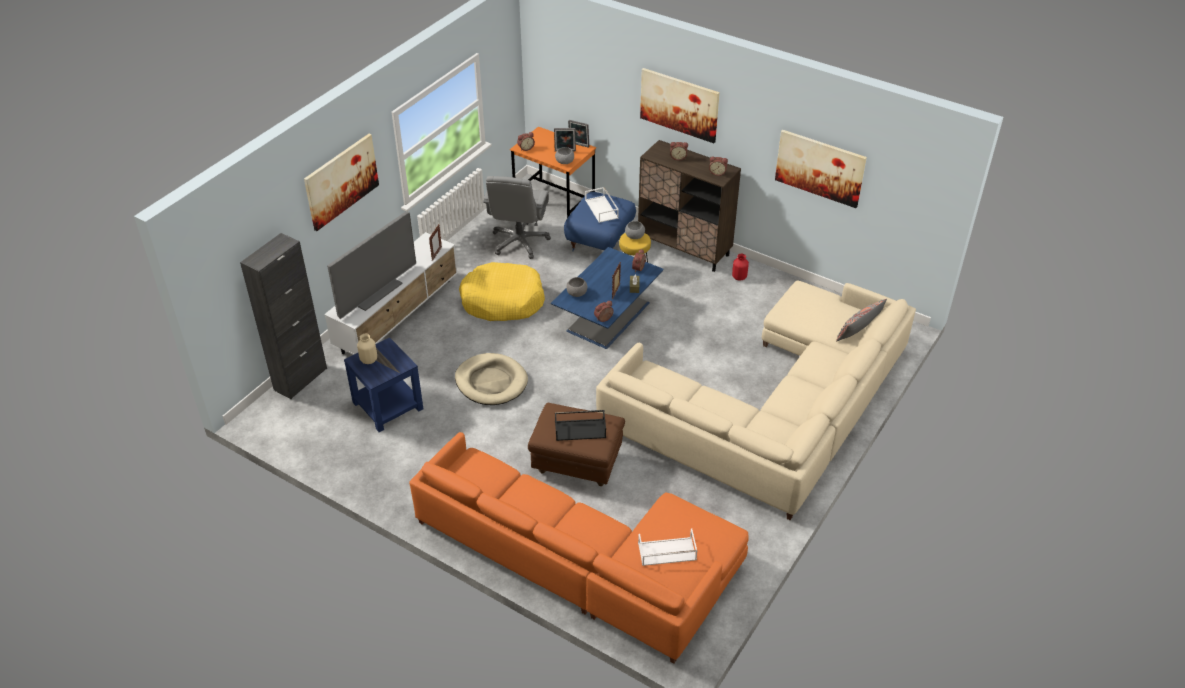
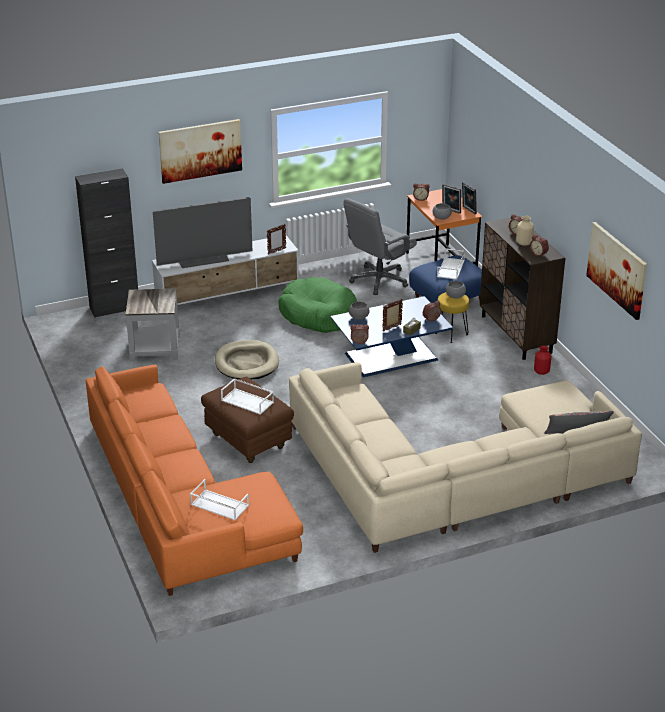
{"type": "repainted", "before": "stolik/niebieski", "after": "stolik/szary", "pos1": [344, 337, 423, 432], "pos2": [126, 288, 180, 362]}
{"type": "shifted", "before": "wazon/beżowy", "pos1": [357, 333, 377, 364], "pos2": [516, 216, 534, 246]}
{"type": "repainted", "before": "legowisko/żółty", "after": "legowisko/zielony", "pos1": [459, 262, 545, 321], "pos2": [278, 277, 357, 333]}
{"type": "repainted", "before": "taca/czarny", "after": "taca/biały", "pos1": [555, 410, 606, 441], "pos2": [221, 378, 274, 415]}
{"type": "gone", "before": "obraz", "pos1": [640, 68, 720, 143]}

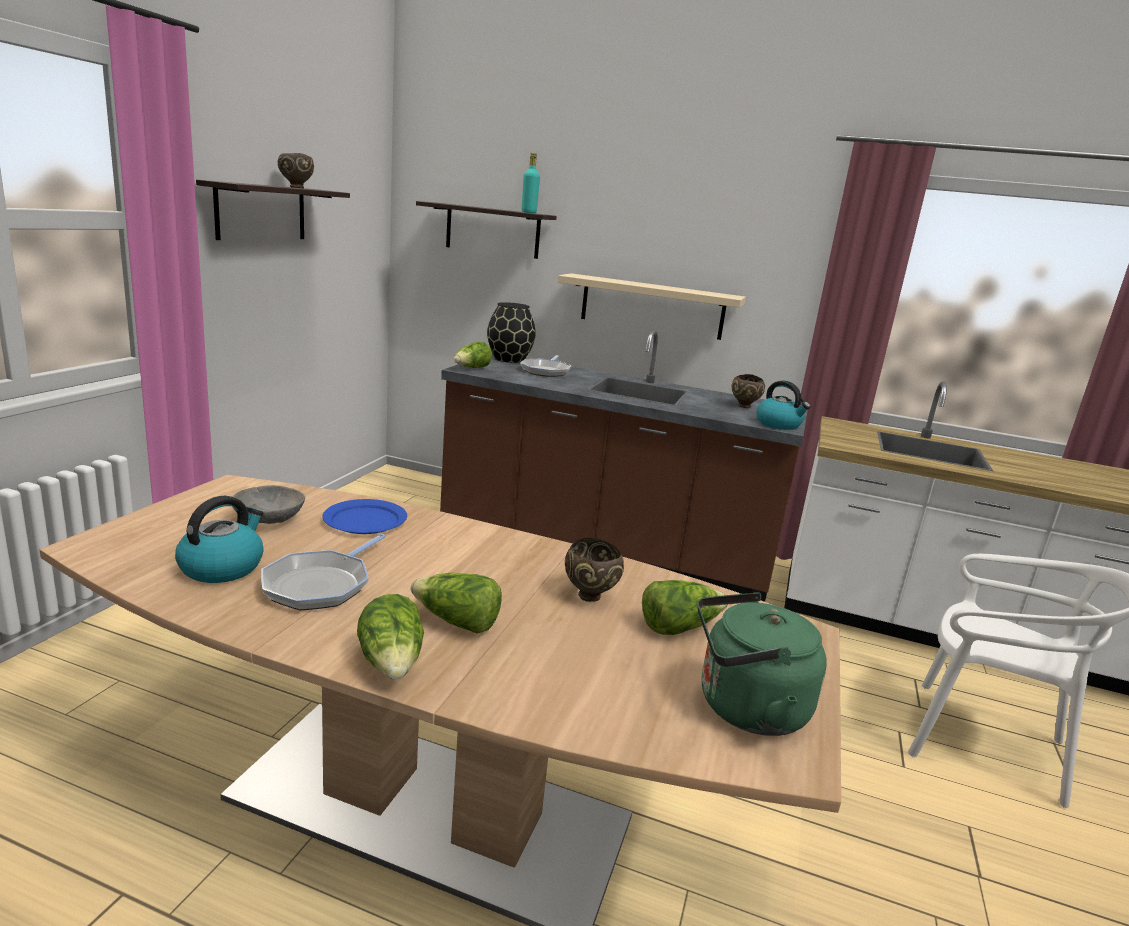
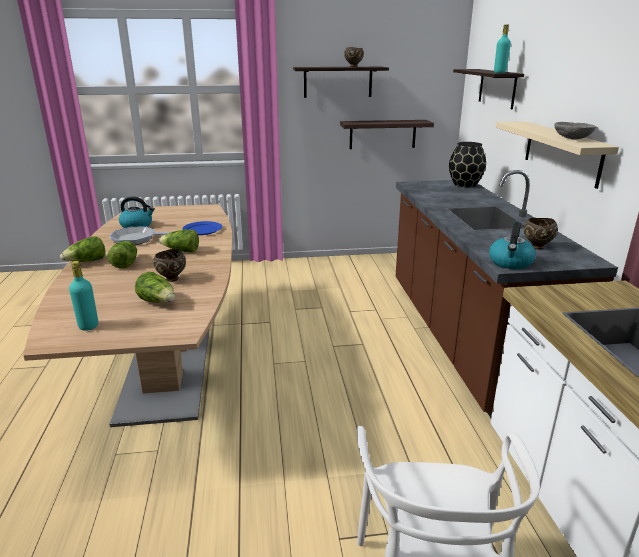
{"type": "shifted", "before": "miska/szary", "pos1": [232, 485, 305, 524], "pos2": [554, 122, 596, 140]}
{"type": "shifted", "before": "sałata", "pos1": [454, 341, 492, 368], "pos2": [159, 229, 199, 252]}
{"type": "gone", "before": "patelnia", "pos1": [520, 355, 571, 377]}
{"type": "swapped", "before": "czajnik/zielony", "after": "butelka/turkusowy", "pos1": [698, 592, 827, 736], "pos2": [69, 261, 98, 331]}
{"type": "new", "after": "półka", "pos2": [340, 120, 434, 149]}

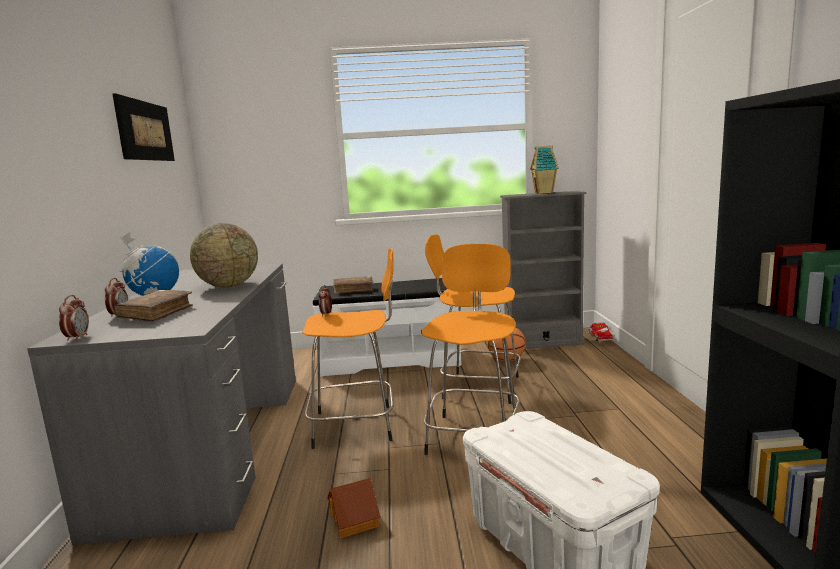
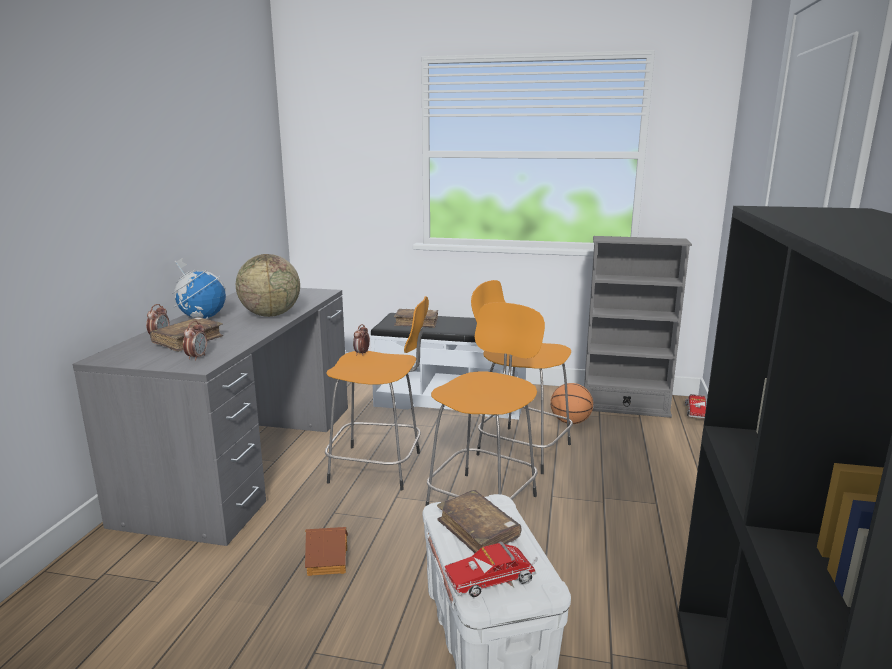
{"type": "shifted", "before": "budzik", "pos1": [59, 295, 89, 341], "pos2": [183, 321, 207, 361]}
{"type": "gone", "before": "obraz", "pos1": [112, 93, 175, 161]}
{"type": "gone", "before": "domek", "pos1": [530, 145, 558, 194]}
{"type": "new", "after": "książka/brązowy", "pos2": [437, 490, 521, 553]}
{"type": "new", "after": "ciężarówka zabawkowa", "pos2": [444, 541, 538, 597]}

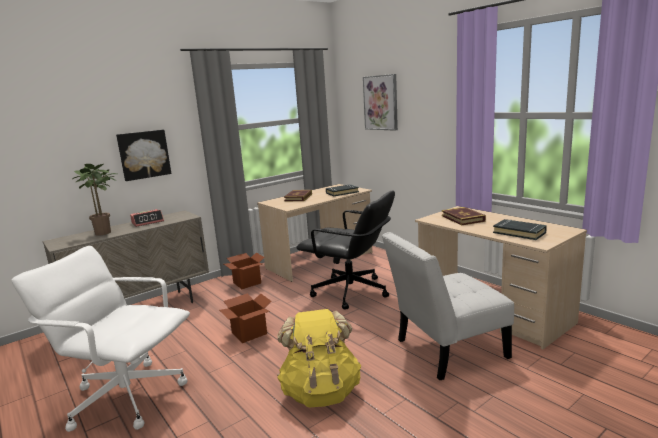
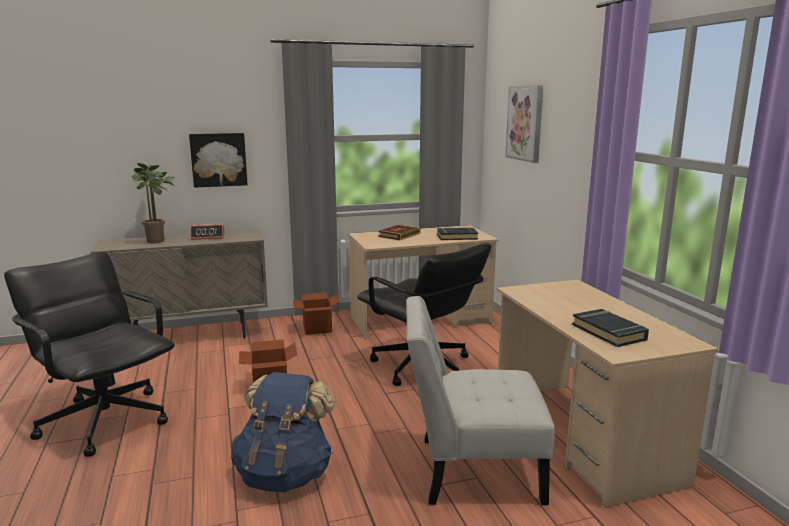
{"type": "repainted", "before": "krzesło biurowe/biały", "after": "krzesło biurowe/czarny", "pos1": [12, 246, 190, 432], "pos2": [4, 252, 175, 457]}
{"type": "repainted", "before": "plecak/żółty", "after": "plecak/niebieski", "pos1": [277, 309, 361, 408], "pos2": [231, 372, 335, 492]}
{"type": "gone", "before": "książka", "pos1": [442, 207, 486, 226]}

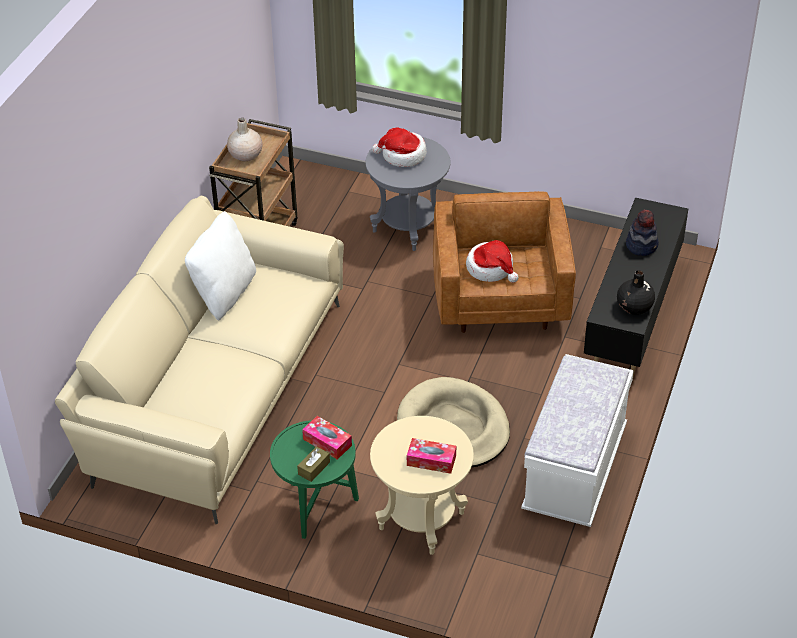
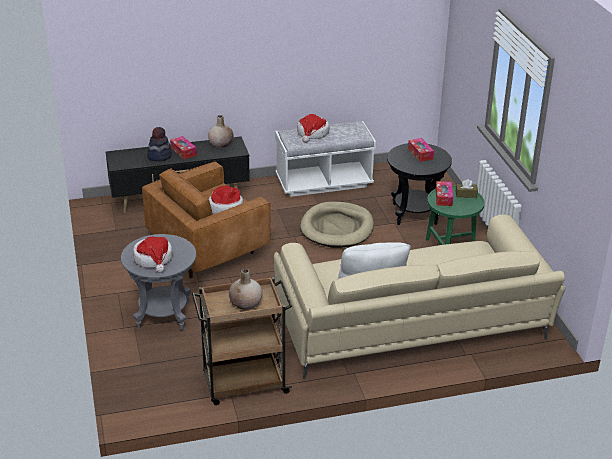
{"type": "repainted", "before": "stolik/beżowy", "after": "stolik/czarny", "pos1": [370, 416, 474, 555], "pos2": [387, 143, 452, 225]}
{"type": "repainted", "before": "wazon/czarny", "after": "wazon/beżowy", "pos1": [617, 270, 655, 315], "pos2": [208, 115, 233, 148]}
{"type": "new", "after": "pudełko chusteczek", "pos2": [170, 136, 197, 159]}
{"type": "new", "after": "kapelusz", "pos2": [297, 114, 329, 143]}

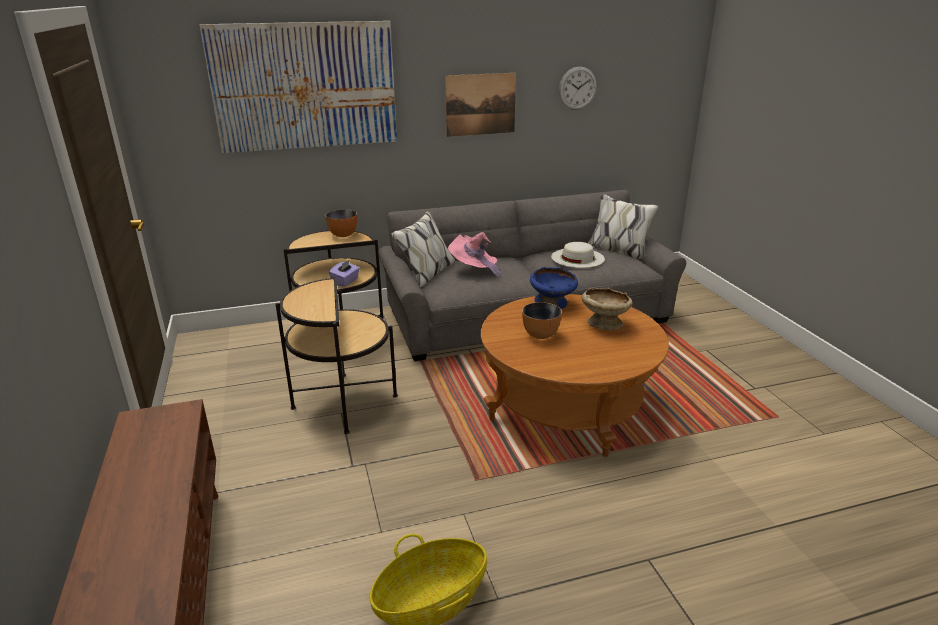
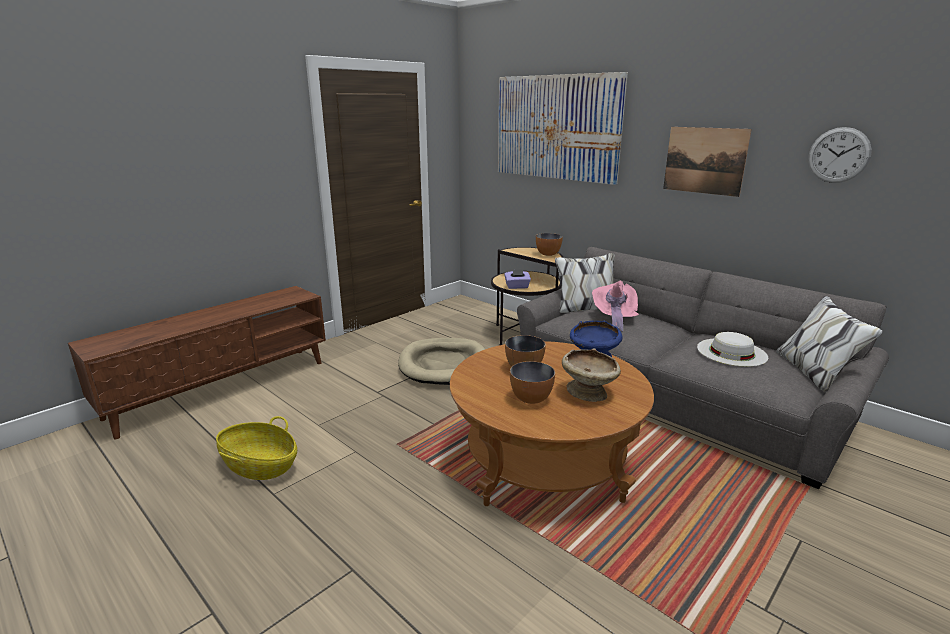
{"type": "swapped", "before": "stolik", "after": "legowisko/beżowy", "pos1": [275, 276, 398, 434], "pos2": [398, 338, 485, 385]}
{"type": "new", "after": "miska", "pos2": [510, 361, 555, 404]}

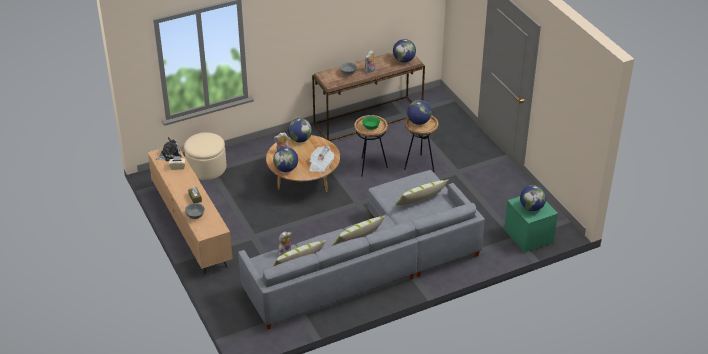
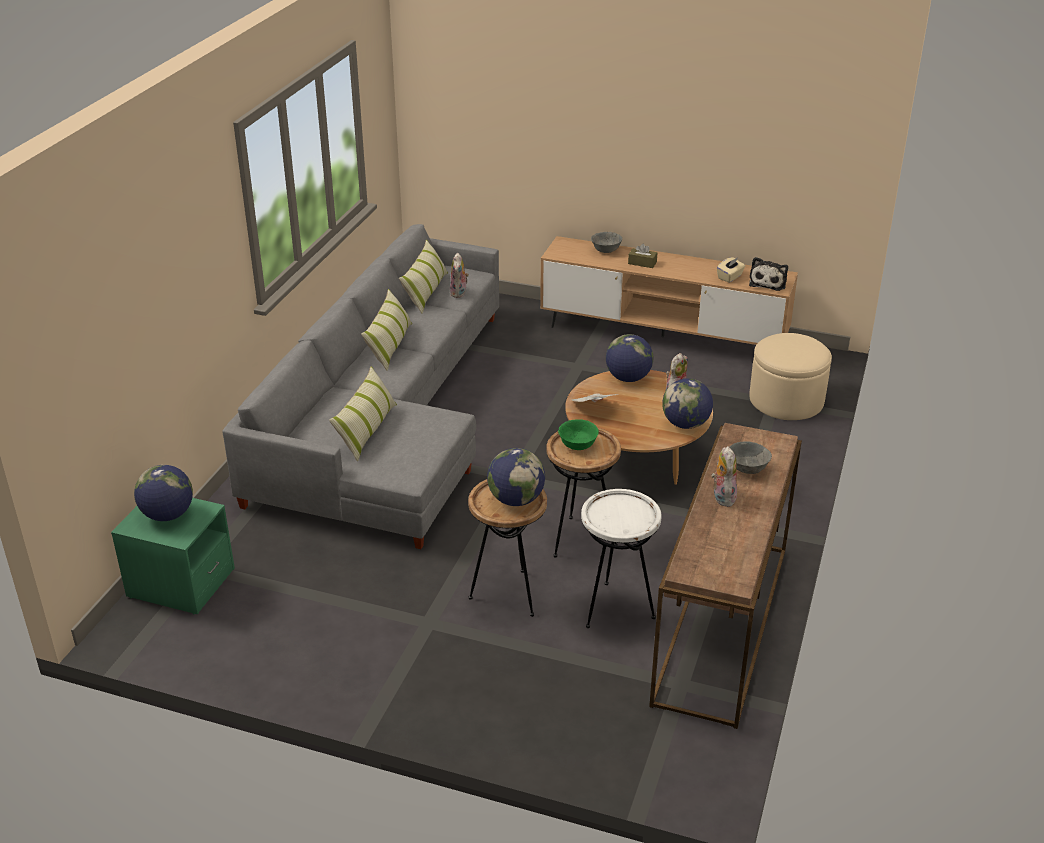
{"type": "gone", "before": "globus", "pos1": [393, 39, 416, 63]}
{"type": "new", "after": "stolik/biały", "pos2": [581, 489, 662, 628]}

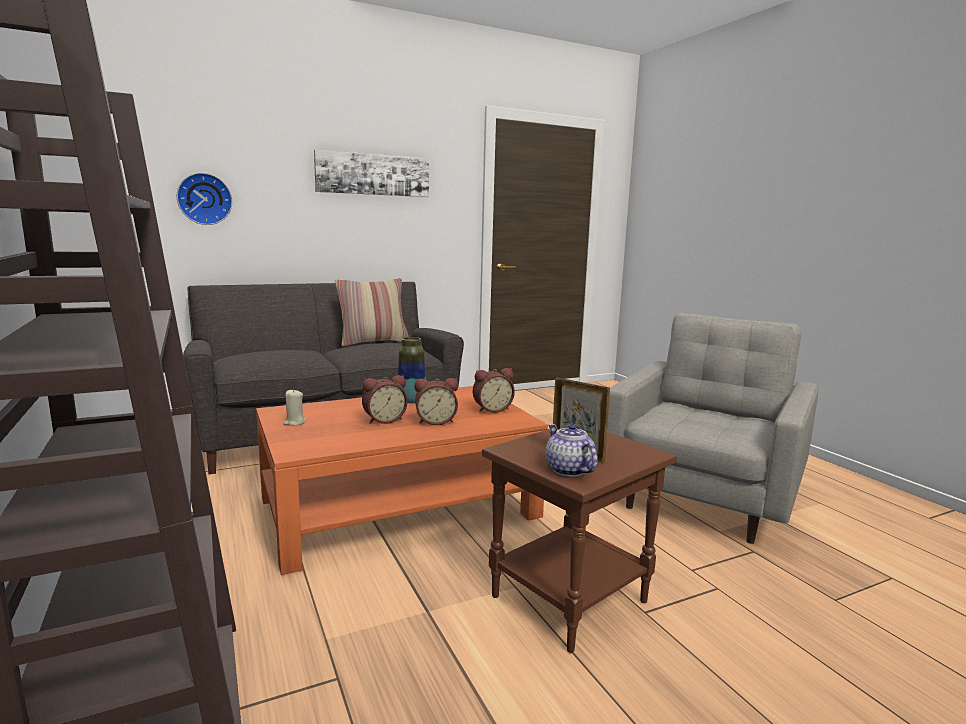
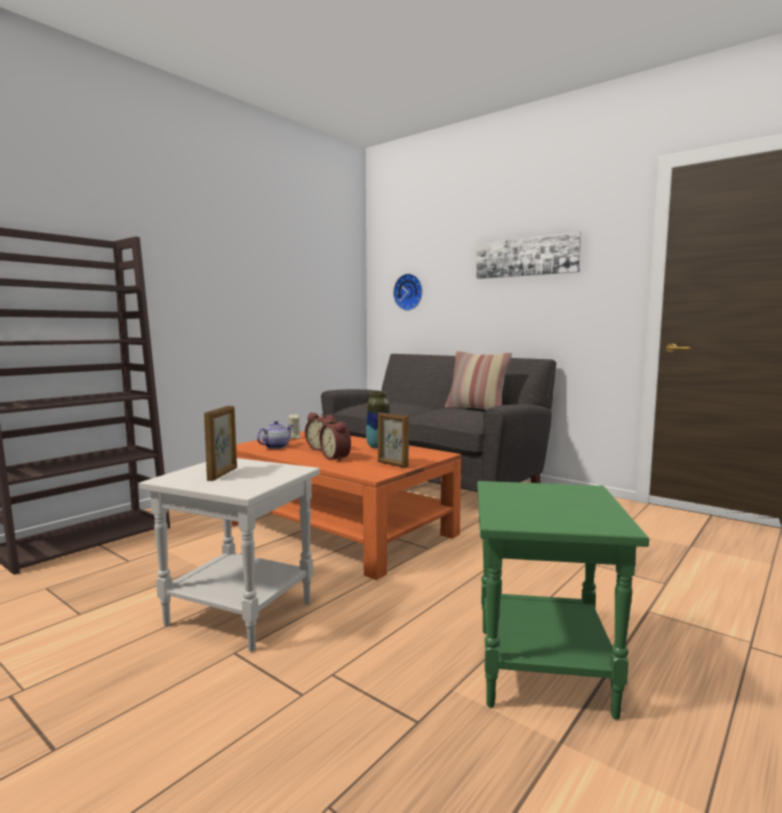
{"type": "swapped", "before": "budzik", "after": "ramka na zdjęcie", "pos1": [473, 368, 515, 413], "pos2": [378, 412, 409, 468]}
{"type": "repainted", "before": "stolik/brązowy", "after": "stolik/biały", "pos1": [482, 429, 677, 653], "pos2": [139, 458, 320, 651]}
{"type": "shifted", "before": "imbryk", "pos1": [546, 424, 598, 477], "pos2": [257, 421, 294, 449]}
{"type": "swapped", "before": "fotel/szary", "after": "stolik/zielony", "pos1": [607, 312, 819, 544], "pos2": [477, 481, 649, 720]}

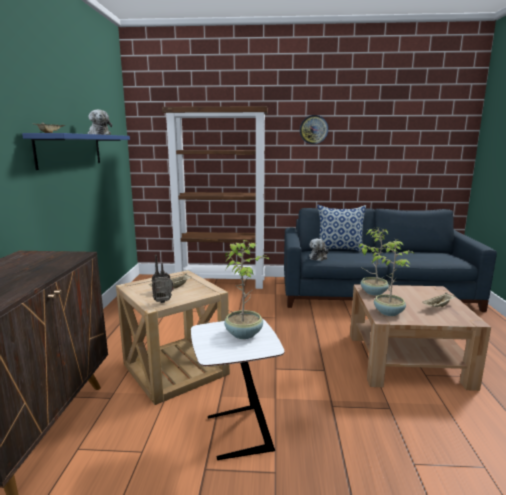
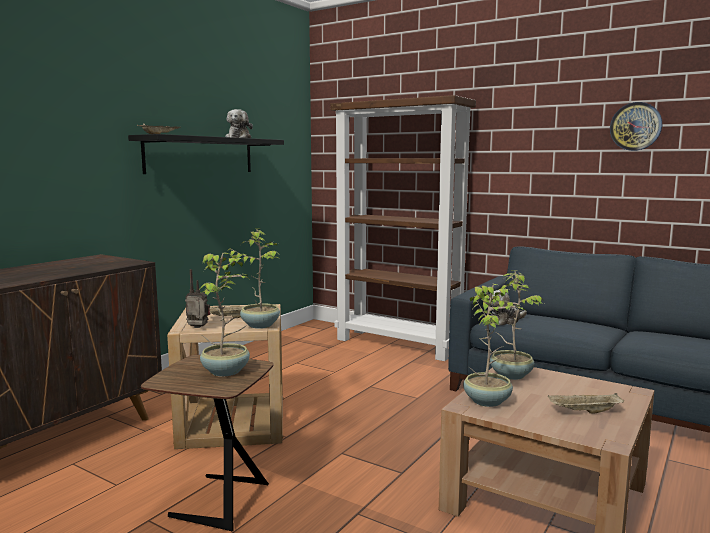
{"type": "repainted", "before": "półka/niebieski", "after": "półka/czarny", "pos1": [22, 133, 130, 170], "pos2": [128, 134, 284, 174]}
{"type": "repainted", "before": "stolik/biały", "after": "stolik/brązowy", "pos1": [191, 319, 285, 460], "pos2": [141, 355, 273, 531]}
{"type": "shifted", "before": "zegar ścienny", "pos1": [300, 115, 328, 144], "pos2": [610, 102, 662, 151]}
{"type": "gone", "before": "poduszka", "pos1": [317, 205, 366, 252]}
{"type": "new", "after": "roślina doniczkowa", "pos2": [226, 229, 281, 328]}

